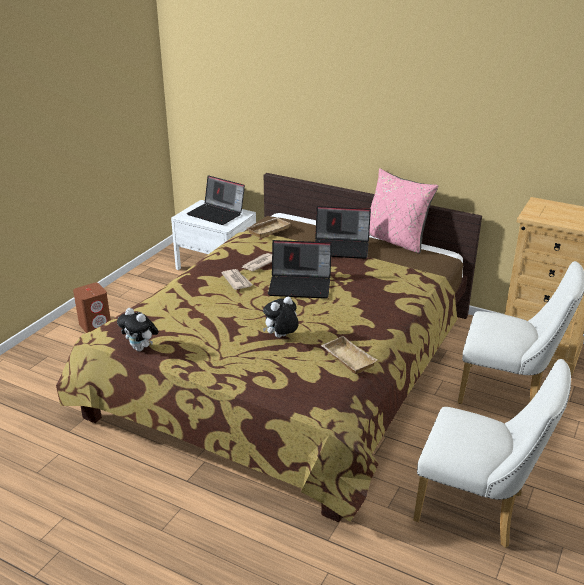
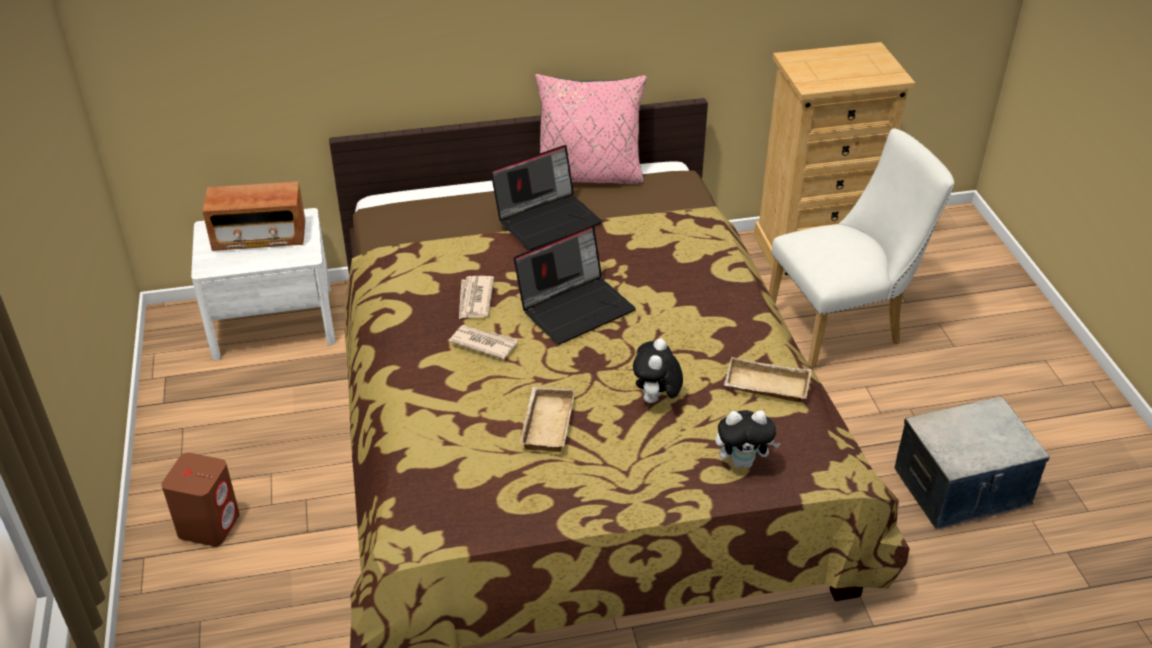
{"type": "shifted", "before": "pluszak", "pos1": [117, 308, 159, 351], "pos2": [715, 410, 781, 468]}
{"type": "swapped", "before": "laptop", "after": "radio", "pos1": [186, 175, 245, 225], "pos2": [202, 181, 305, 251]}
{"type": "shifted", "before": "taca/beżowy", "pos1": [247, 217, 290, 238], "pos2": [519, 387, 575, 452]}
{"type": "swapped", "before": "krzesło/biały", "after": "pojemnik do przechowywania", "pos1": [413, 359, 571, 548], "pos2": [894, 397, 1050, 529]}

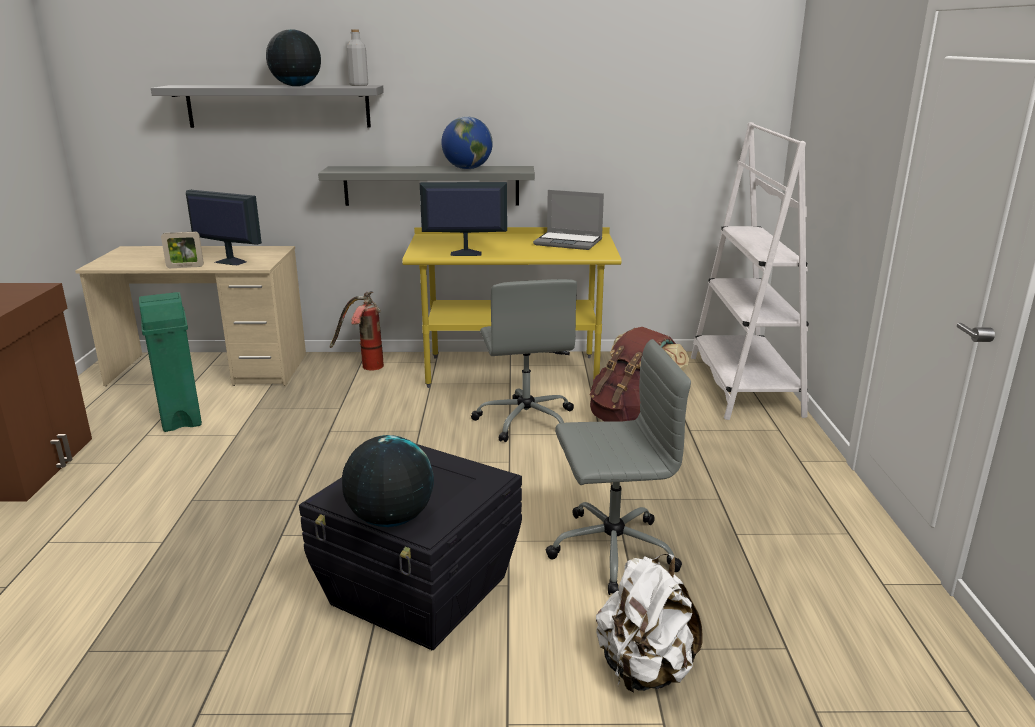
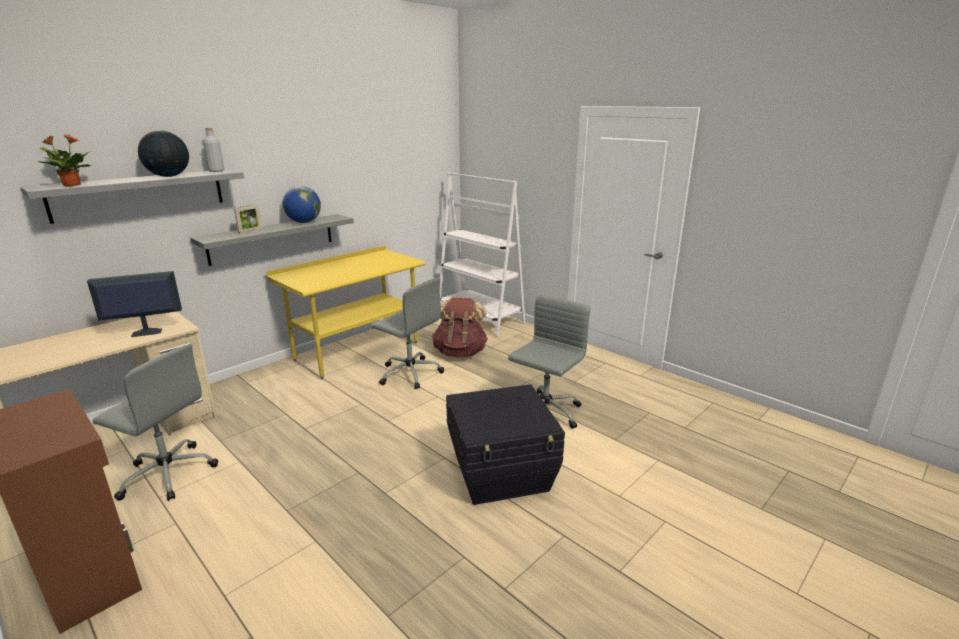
{"type": "swapped", "before": "kosz na śmieci/zielony", "after": "krzesło biurowe/szary", "pos1": [139, 292, 202, 432], "pos2": [93, 344, 218, 501]}
{"type": "shifted", "before": "ramka na zdjęcie", "pos1": [161, 232, 204, 268], "pos2": [234, 204, 262, 234]}
{"type": "gone", "before": "gaśnica", "pos1": [330, 291, 384, 371]}
{"type": "gone", "before": "globus", "pos1": [342, 435, 434, 527]}
{"type": "gone", "before": "monitor", "pos1": [420, 182, 507, 256]}
{"type": "gone", "before": "laptop", "pos1": [533, 190, 604, 250]}
{"type": "gone", "before": "plecak/biały", "pos1": [596, 554, 703, 693]}
{"type": "new", "after": "roślina doniczkowa", "pos2": [39, 134, 92, 187]}

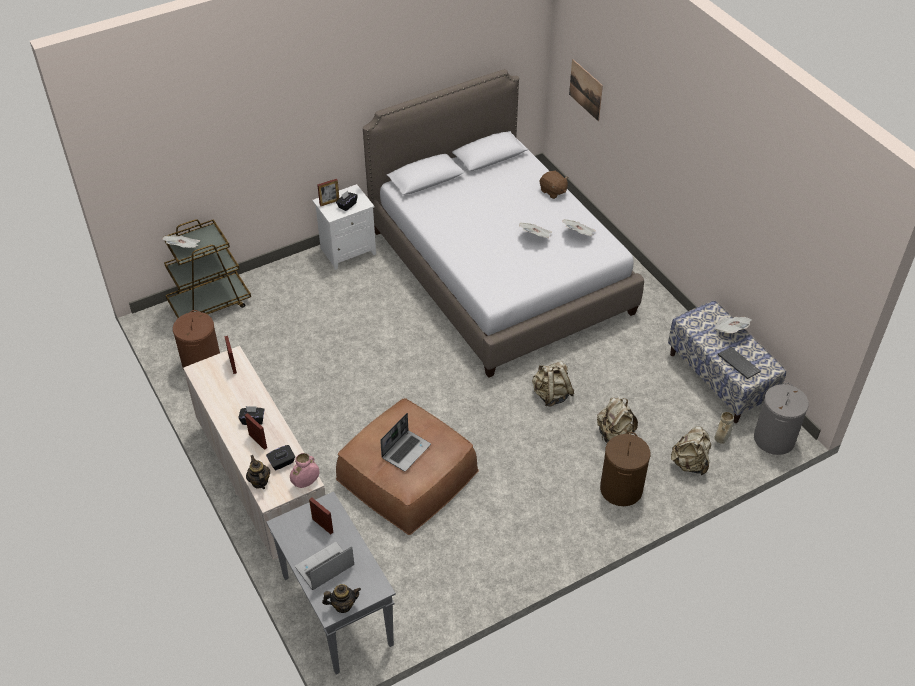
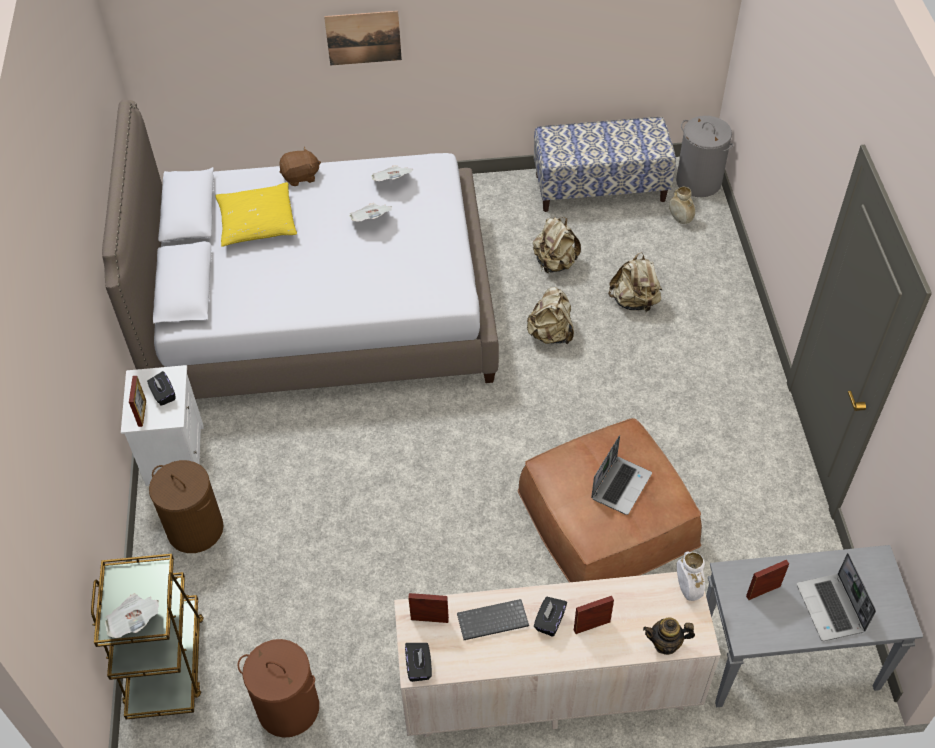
{"type": "shifted", "before": "pudełko chusteczek/czarny", "pos1": [266, 445, 295, 470], "pos2": [405, 643, 432, 682]}
{"type": "repainted", "before": "wazon/różowy", "after": "wazon/biały", "pos1": [290, 453, 320, 488], "pos2": [677, 552, 705, 601]}
{"type": "gone", "before": "imbryk", "pos1": [322, 584, 361, 613]}
{"type": "rotated", "before": "laptop", "pos1": [380, 413, 431, 471], "pos2": [591, 435, 652, 515], "turn": 60}
{"type": "shifted", "before": "obraz", "pos1": [569, 59, 603, 121], "pos2": [324, 11, 402, 66]}
{"type": "shifted", "before": "kosz na pranie/brązowy", "pos1": [600, 432, 650, 506], "pos2": [149, 460, 224, 553]}
{"type": "shifted", "before": "plecak/beżowy", "pos1": [671, 426, 711, 475], "pos2": [533, 217, 581, 274]}
{"type": "gone", "before": "gazeta", "pos1": [713, 317, 752, 333]}
{"type": "shifted", "before": "klawiatura", "pos1": [718, 347, 761, 379], "pos2": [457, 599, 529, 640]}
{"type": "new", "after": "poduszka/żółty", "pos2": [215, 182, 297, 247]}

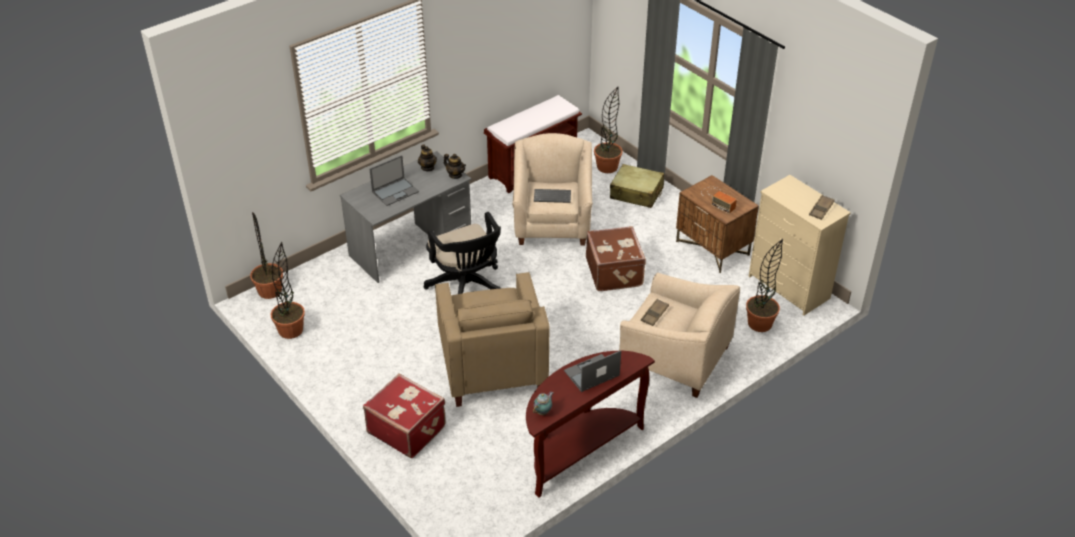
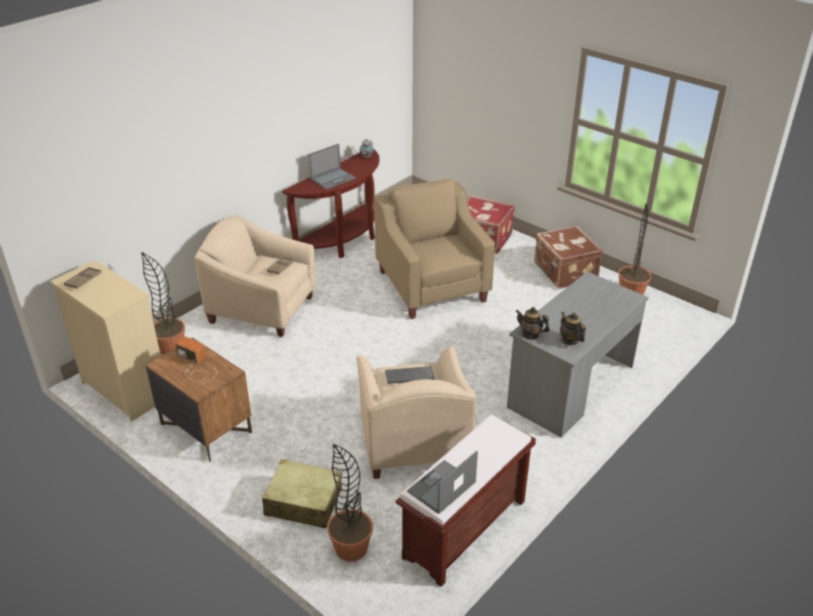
{"type": "gone", "before": "roślina doniczkowa", "pos1": [250, 212, 283, 299]}
{"type": "shifted", "before": "laptop", "pos1": [369, 155, 419, 206], "pos2": [407, 451, 478, 514]}
{"type": "gone", "before": "krzesło biurowe/czarny", "pos1": [424, 212, 501, 294]}
{"type": "shifted", "before": "walizka/brązowy", "pos1": [586, 226, 646, 291], "pos2": [534, 226, 603, 289]}

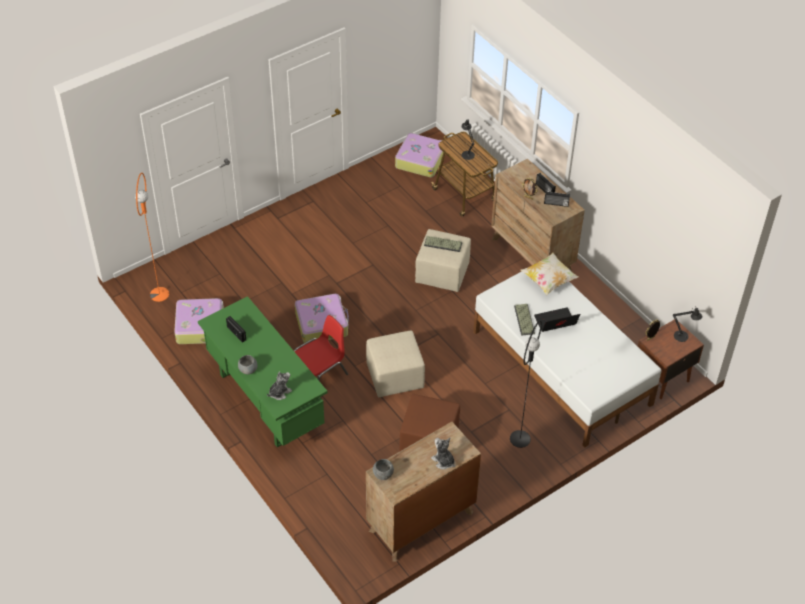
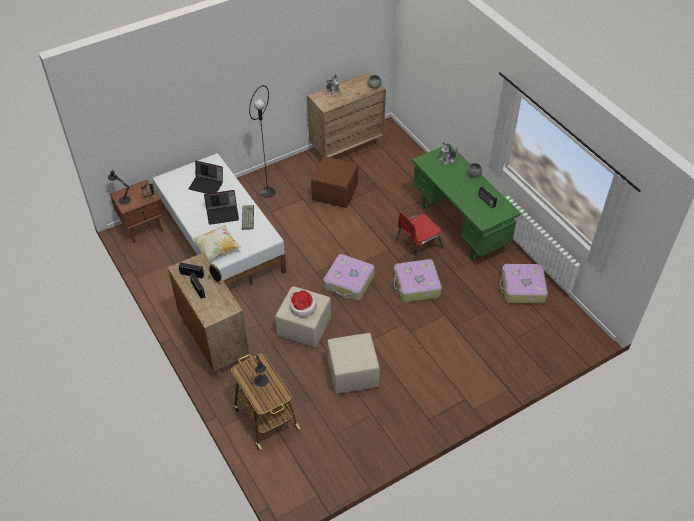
{"type": "gone", "before": "lampa stojąca/pomarańczowy", "pos1": [135, 173, 169, 302]}
{"type": "shifted", "before": "pufa/beżowy", "pos1": [366, 330, 425, 397], "pos2": [327, 333, 380, 394]}
{"type": "shifted", "before": "walizka", "pos1": [395, 133, 443, 177], "pos2": [323, 254, 375, 301]}
{"type": "swapped", "before": "klawiatura", "after": "kapelusz", "pos1": [424, 236, 462, 252], "pos2": [290, 290, 317, 317]}
{"type": "new", "after": "laptop", "pos2": [188, 161, 223, 194]}

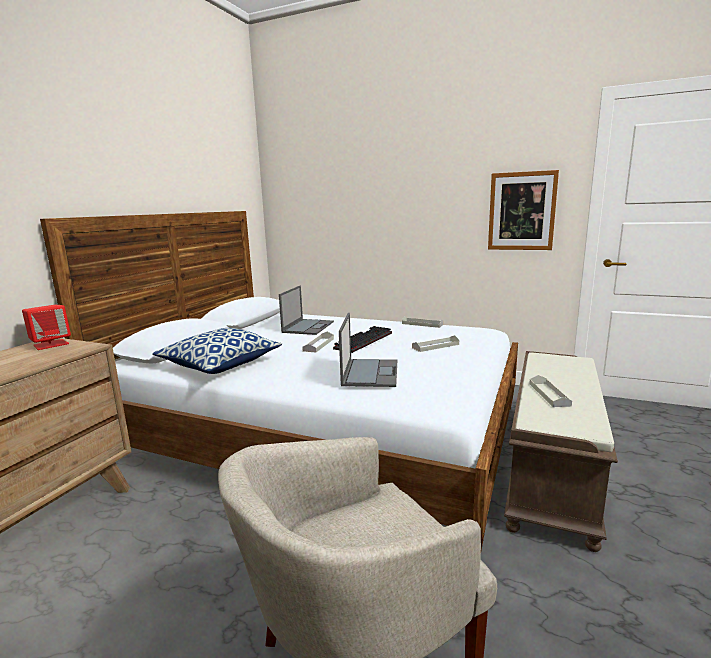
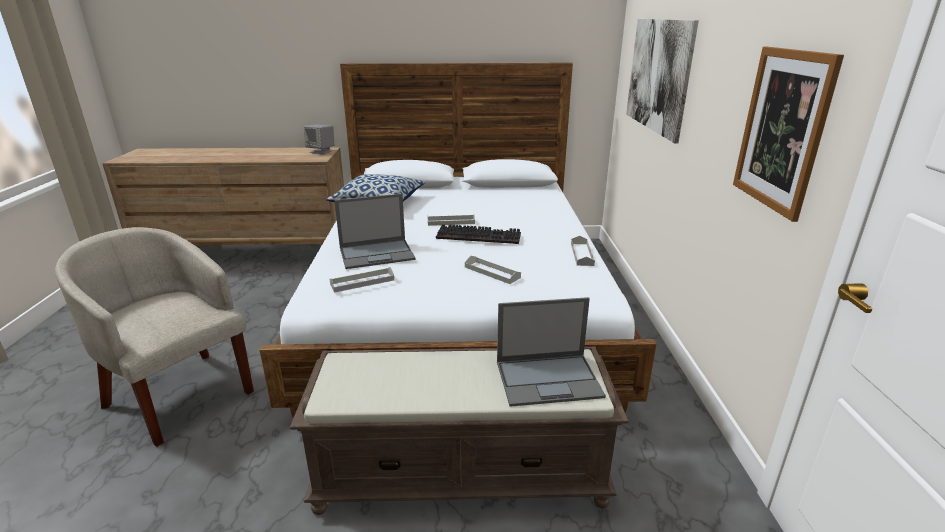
{"type": "repainted", "before": "głośnik/czerwony", "after": "głośnik/szary", "pos1": [22, 305, 71, 350], "pos2": [304, 124, 334, 154]}
{"type": "shifted", "before": "laptop", "pos1": [279, 285, 334, 335], "pos2": [497, 297, 606, 407]}
{"type": "shifted", "before": "taca/szary", "pos1": [529, 375, 572, 407], "pos2": [330, 267, 394, 293]}
{"type": "new", "after": "obraz", "pos2": [626, 19, 699, 143]}

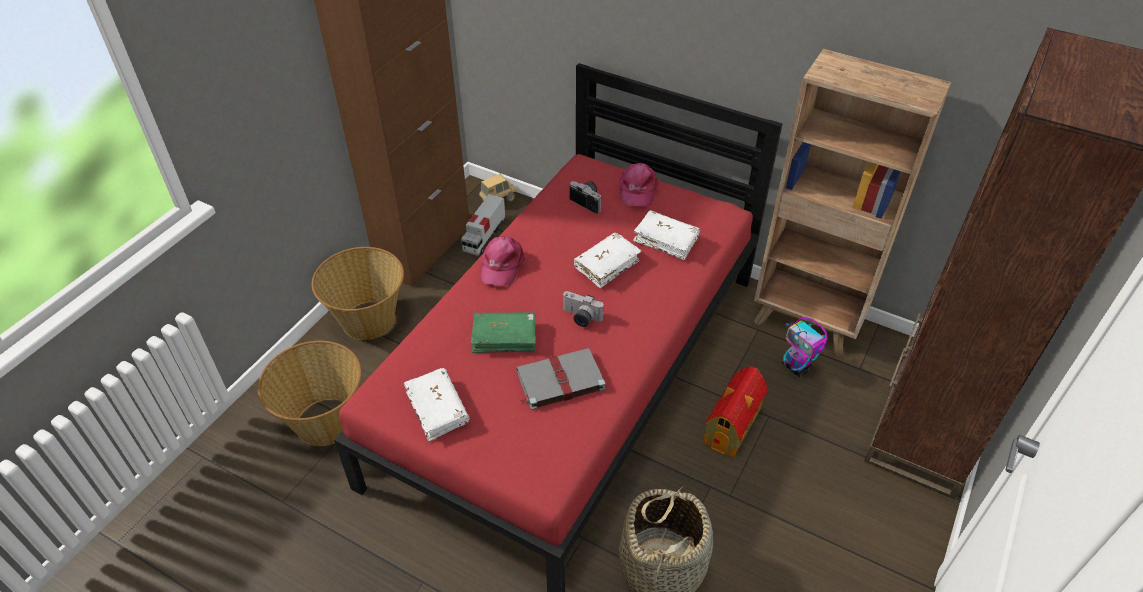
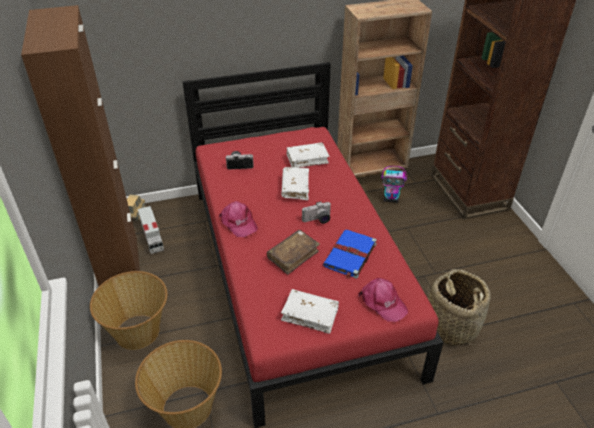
{"type": "repainted", "before": "książka/zielony", "after": "książka/brązowy", "pos1": [471, 312, 536, 353], "pos2": [267, 230, 320, 275]}
{"type": "repainted", "before": "książka/szary", "after": "książka/niebieski", "pos1": [516, 348, 605, 410], "pos2": [323, 230, 377, 280]}
{"type": "shifted", "before": "czapka z daszkiem/różowy", "pos1": [619, 163, 659, 207], "pos2": [359, 278, 408, 322]}
{"type": "gone", "before": "domek", "pos1": [703, 366, 767, 457]}

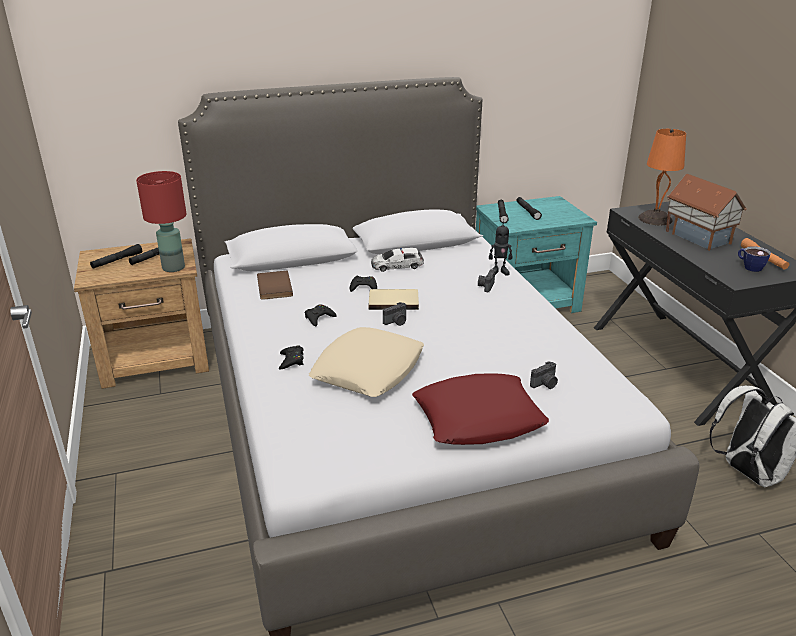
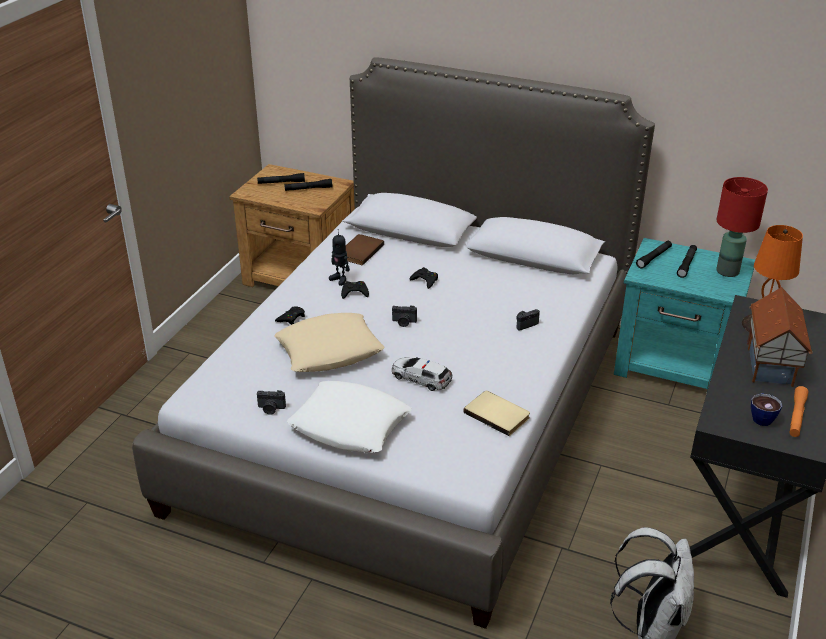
{"type": "shifted", "before": "lampa stołowa/czerwony", "pos1": [136, 171, 186, 272], "pos2": [716, 177, 768, 277]}
{"type": "shifted", "before": "książka/beżowy", "pos1": [369, 289, 419, 310], "pos2": [464, 391, 530, 436]}
{"type": "shifted", "before": "samochodzik", "pos1": [371, 248, 424, 272], "pos2": [392, 357, 452, 391]}
{"type": "repainted", "before": "poduszka/czerwony", "after": "poduszka/biały", "pos1": [412, 373, 549, 445], "pos2": [287, 381, 412, 453]}
{"type": "shifted", "before": "robot zabawkowy", "pos1": [489, 219, 512, 276], "pos2": [329, 229, 350, 286]}
{"type": "shifted", "before": "aparat fotograficzny", "pos1": [530, 361, 558, 389], "pos2": [257, 390, 286, 415]}

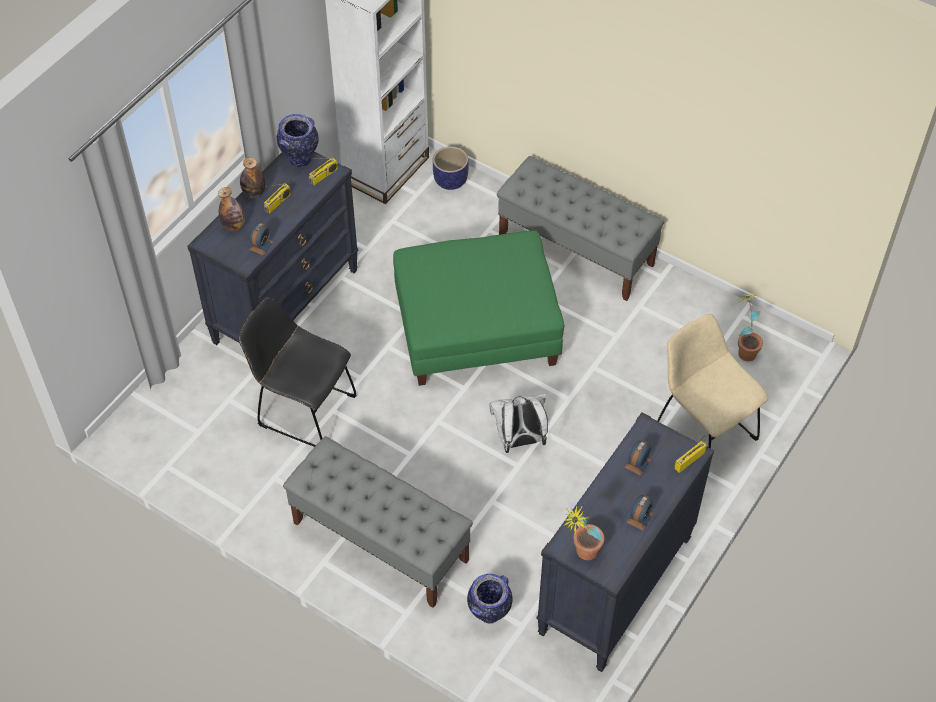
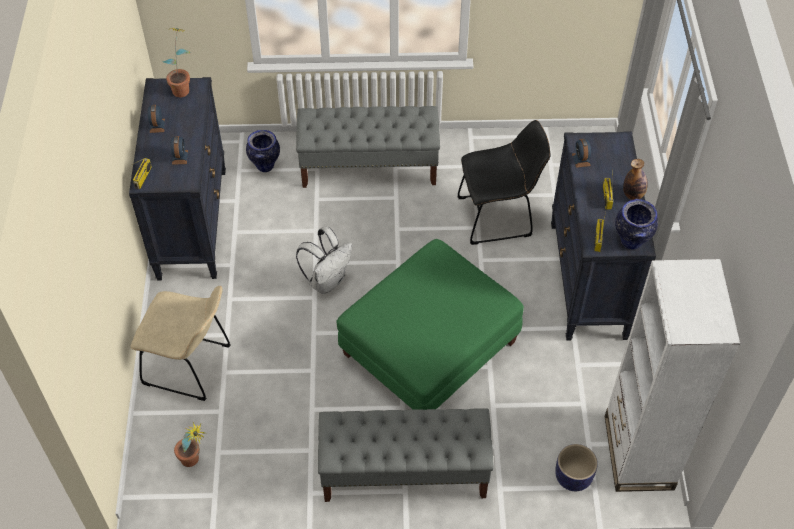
{"type": "gone", "before": "butelka", "pos1": [218, 187, 245, 231]}

